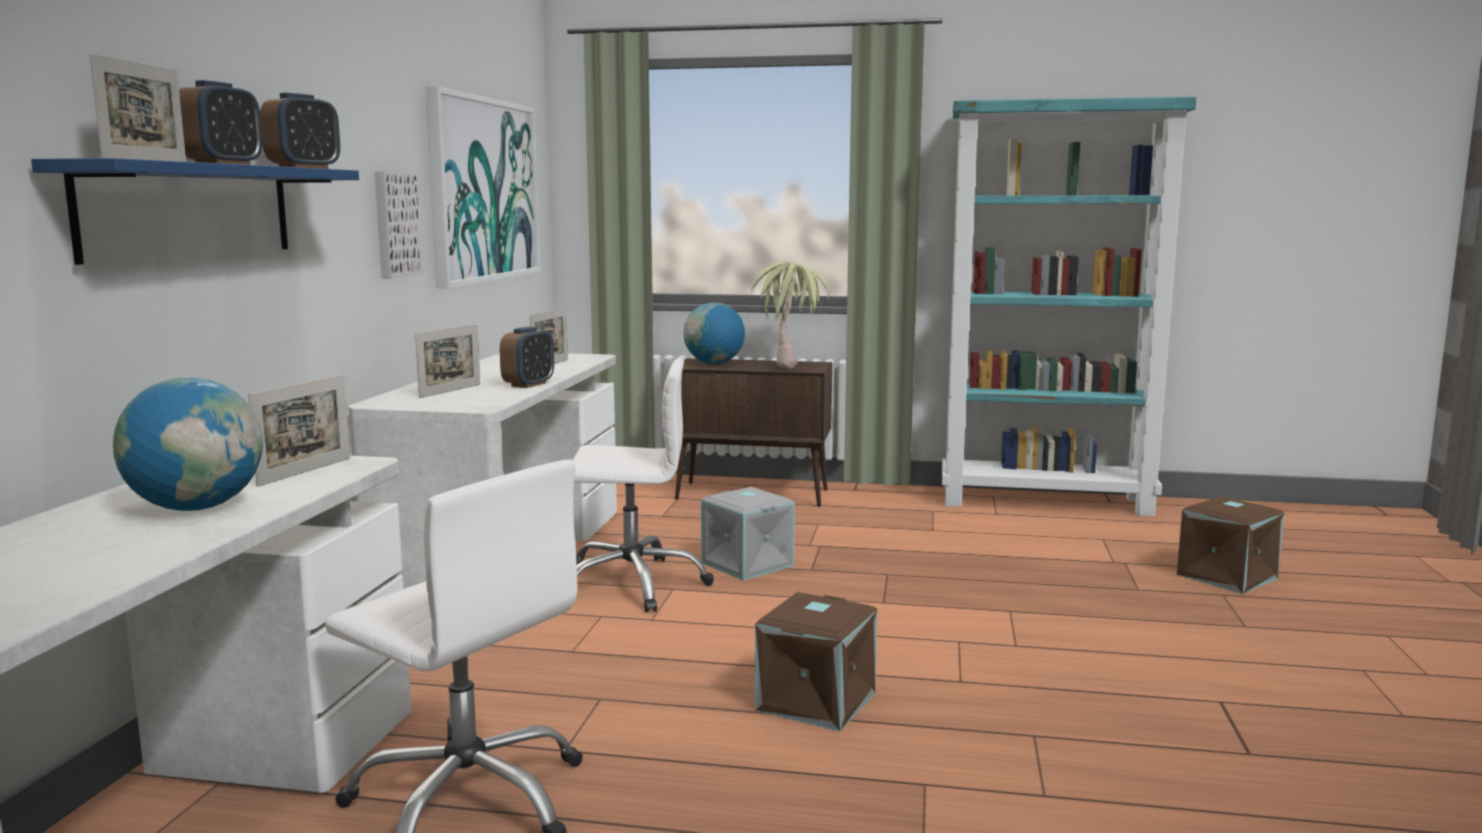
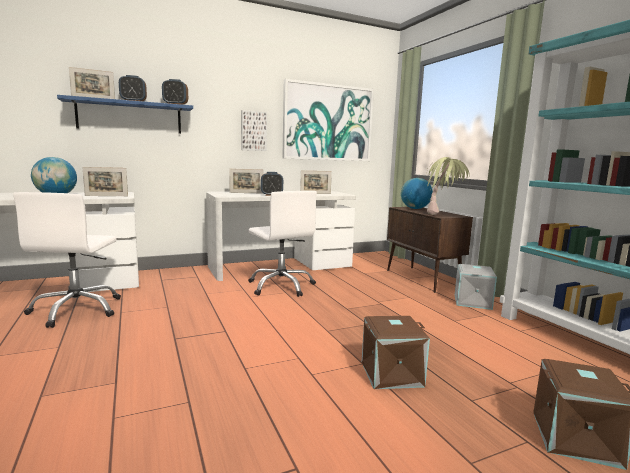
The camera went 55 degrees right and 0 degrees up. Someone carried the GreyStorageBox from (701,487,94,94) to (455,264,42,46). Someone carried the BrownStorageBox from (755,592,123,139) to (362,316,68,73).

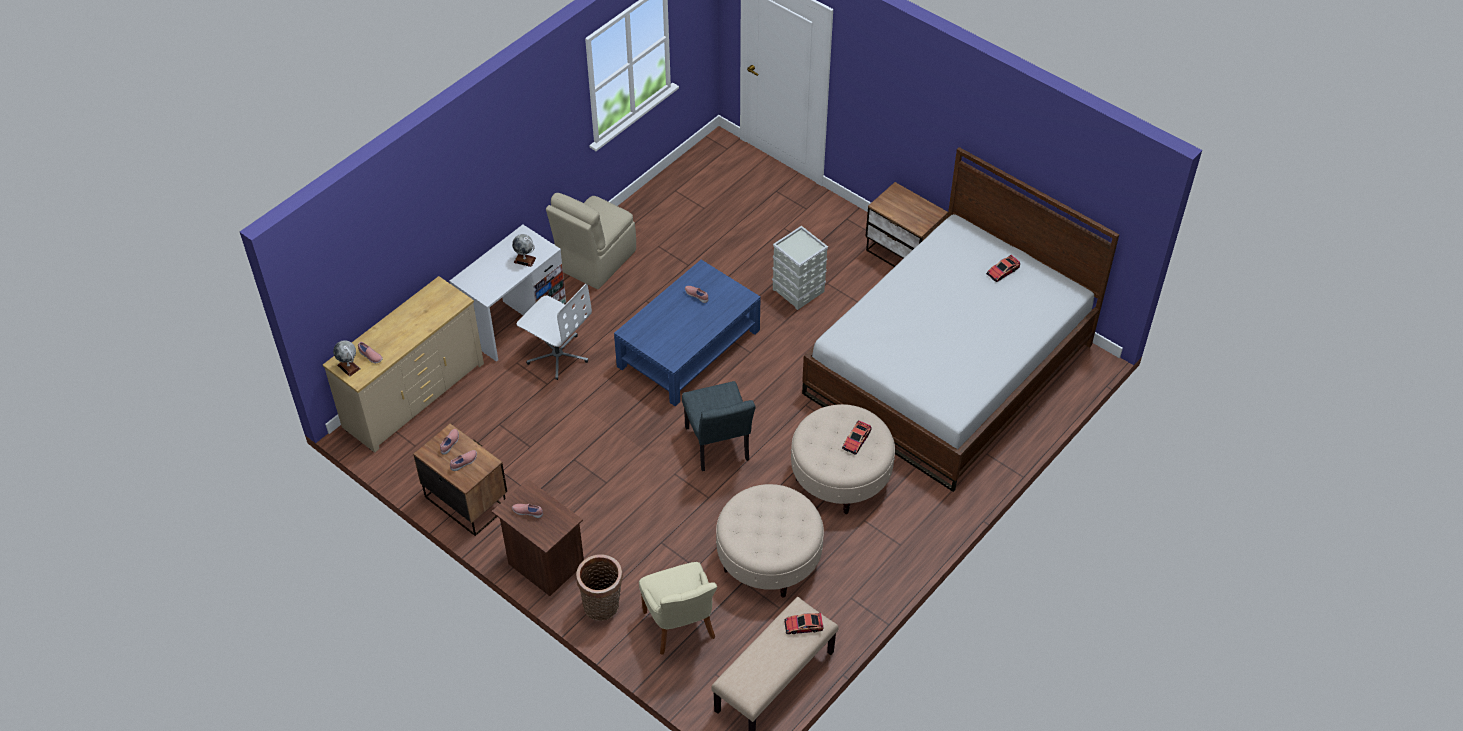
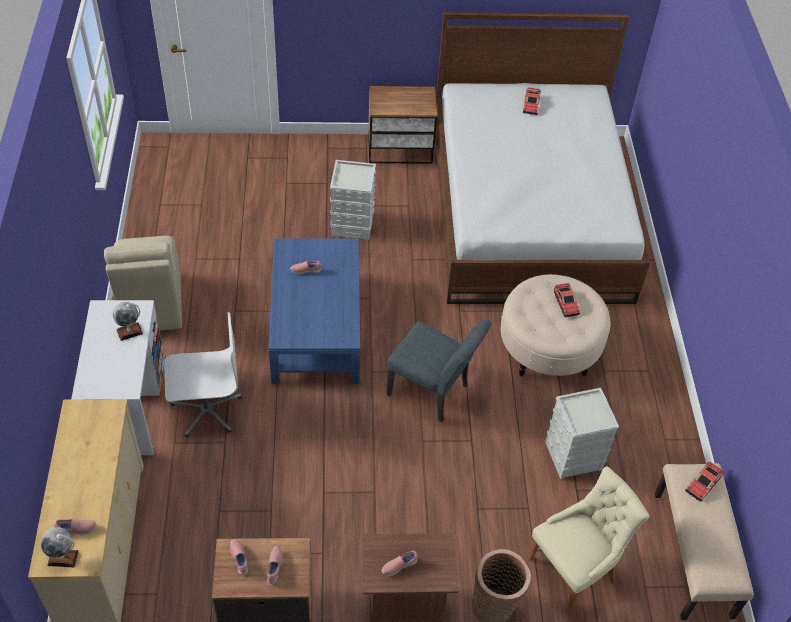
The camera went 45 degrees left and 0 degrees up. Someone swapped the BeigeOttoman at (716,484,108,114) for the GreyStorageBox at (545,388,74,91). Someone rotated the BeigeChair at (639,562,78,93) by 60 degrees counterclockwise.

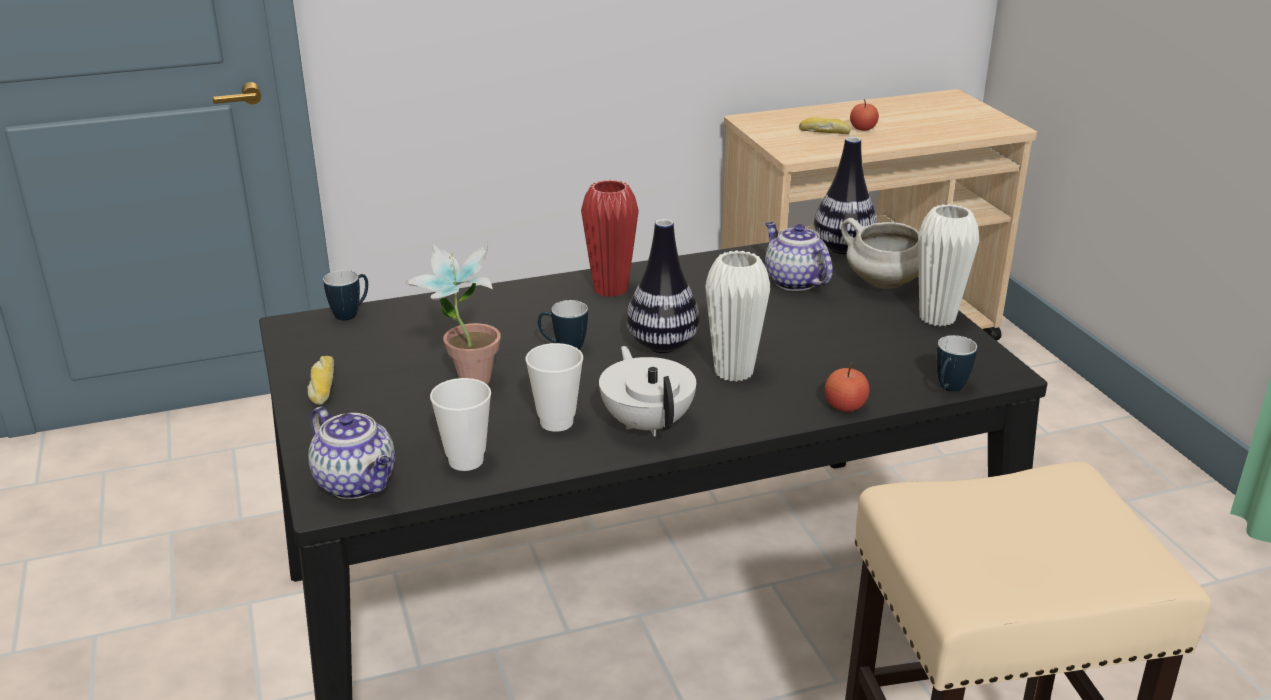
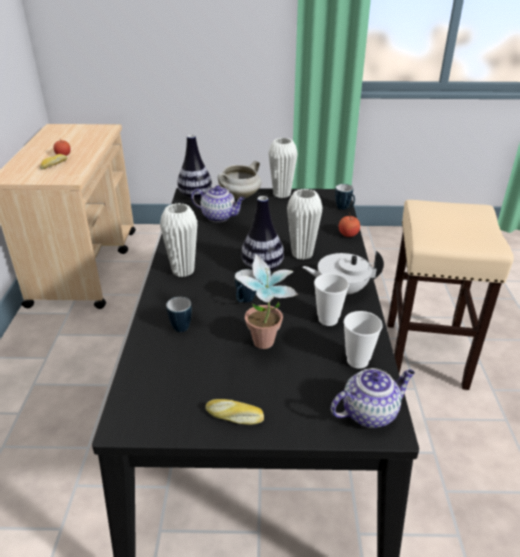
The camera went 70 degrees left and 5 degrees up. Someone carried the Mug from (323,270,45,50) to (166,297,26,35). Someone repainted the RedVase at (581,180,58,117), which became the WhiteVase at (160,203,37,74). Someone rotated the Teapot at (765,222,68,69) by 150 degrees counterclockwise.

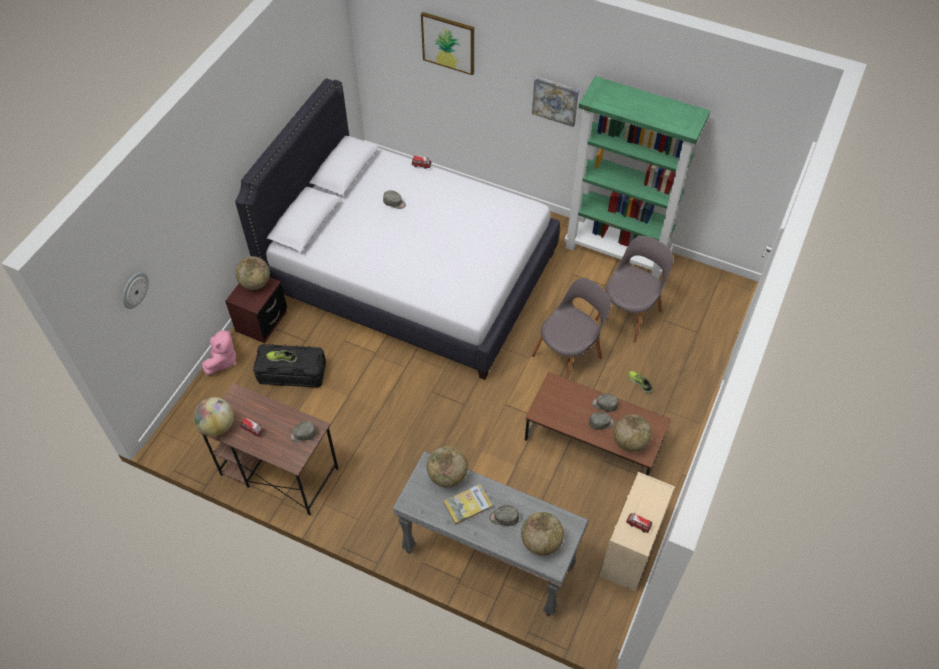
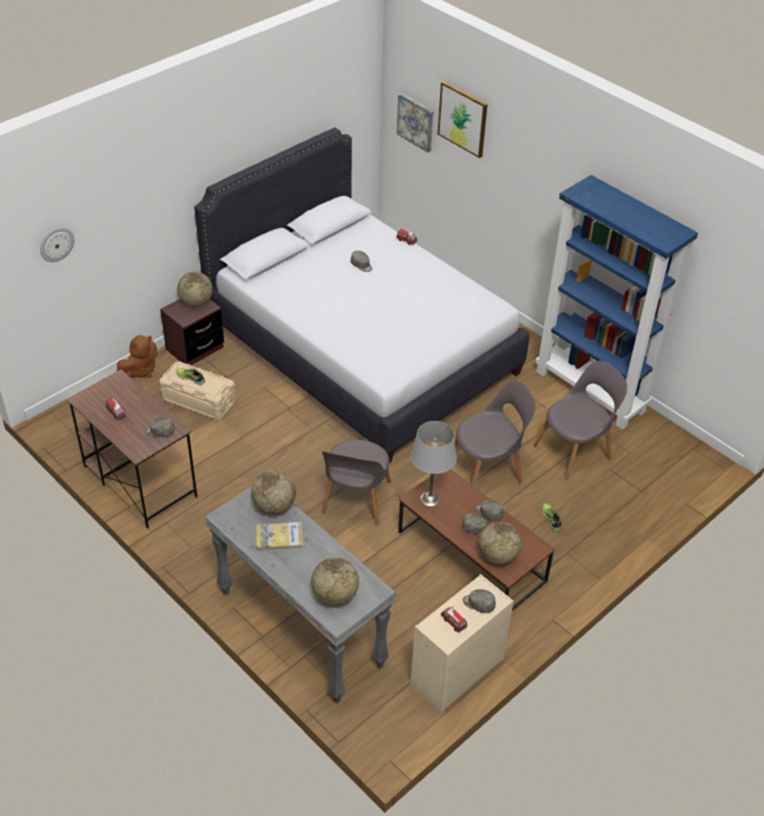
The camera went 20 degrees right and 10 degrees down. Someone took away the Globe at (194,397,40,39). Someone put down the GreyChair at (321,440,70,85). Someone put down the GreyTableLamp at (411,421,46,86). Someone carried the GreyCap from (489,505,30,21) to (463,589,33,24). Someone carried the Picture from (532,77,47,50) to (397,93,37,60). Someone repainted the PinkPlushToy at (202,330,35,45), which became the BrownPlushToy at (117,335,40,43). Someone repainted the BlackStorageBox at (253,344,73,44), which became the BeigeStorageBox at (159,361,77,59). Someone repainted the GreenBookcase at (564,76,146,203), which became the BlueBookcase at (535,175,163,255).

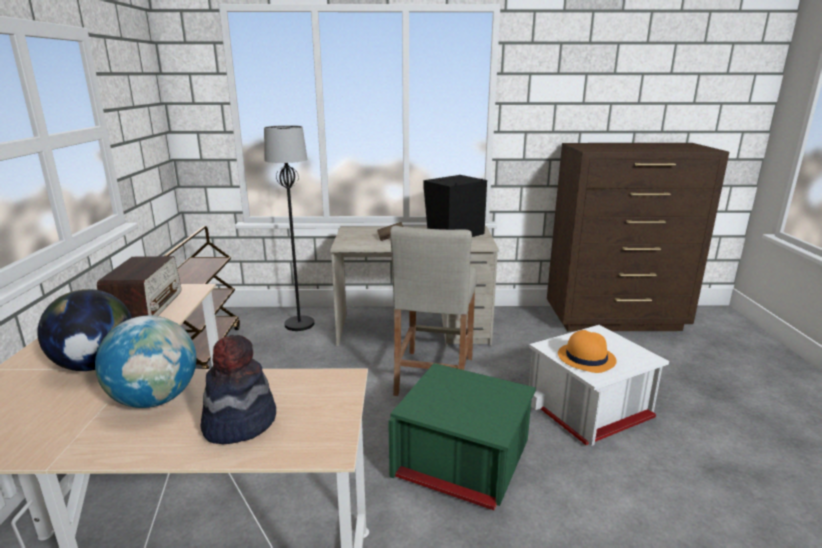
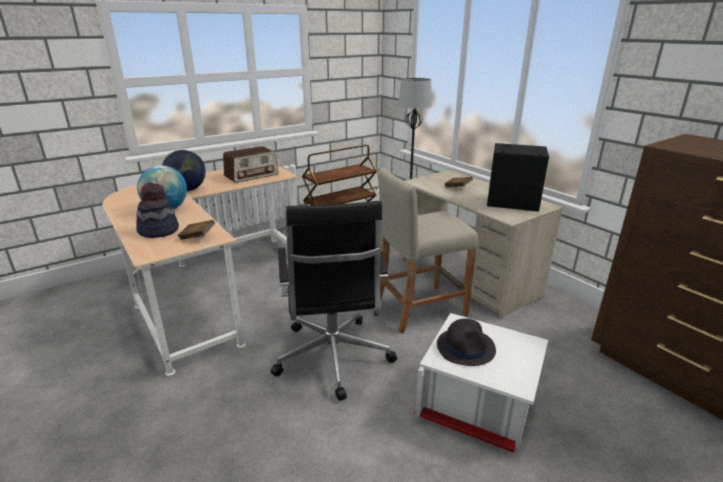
The camera went 55 degrees right and 5 degrees up. Someone put down the BrownBook at (177,220,38,20). Someone swapped the GreenStorageBox at (388,363,148,147) for the BlackOfficeChair at (271,201,126,200). Someone repainted the OrangeHat at (558,330,59,43), which became the BlackHat at (437,318,59,48).

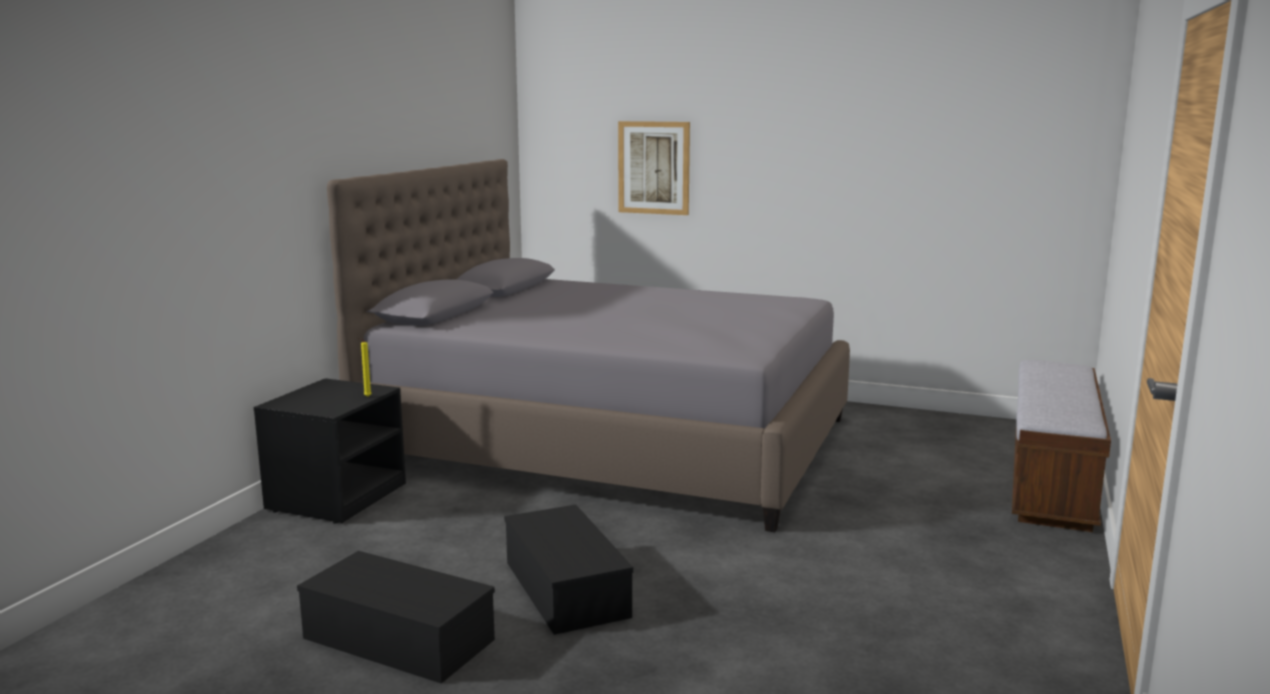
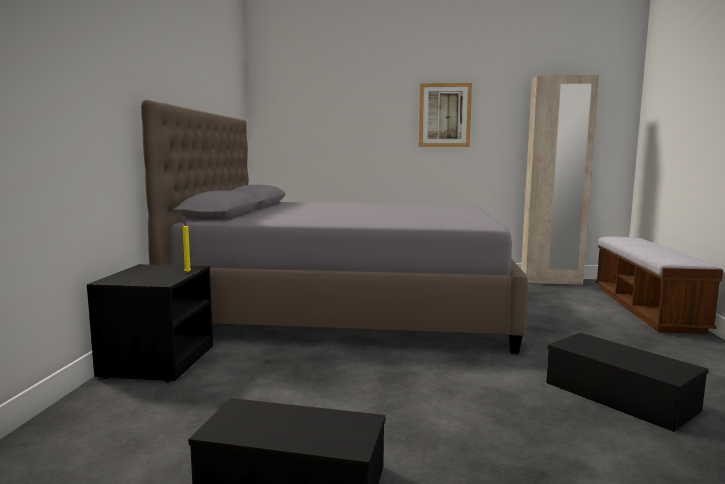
The camera went 15 degrees left and 5 degrees down. Someone put down the BeigeWardrobe at (521,75,78,210). Someone carried the BlackStorageBox from (504,505,129,130) to (546,333,163,99). Someone carried the Picture from (618,121,72,94) to (419,83,53,64).

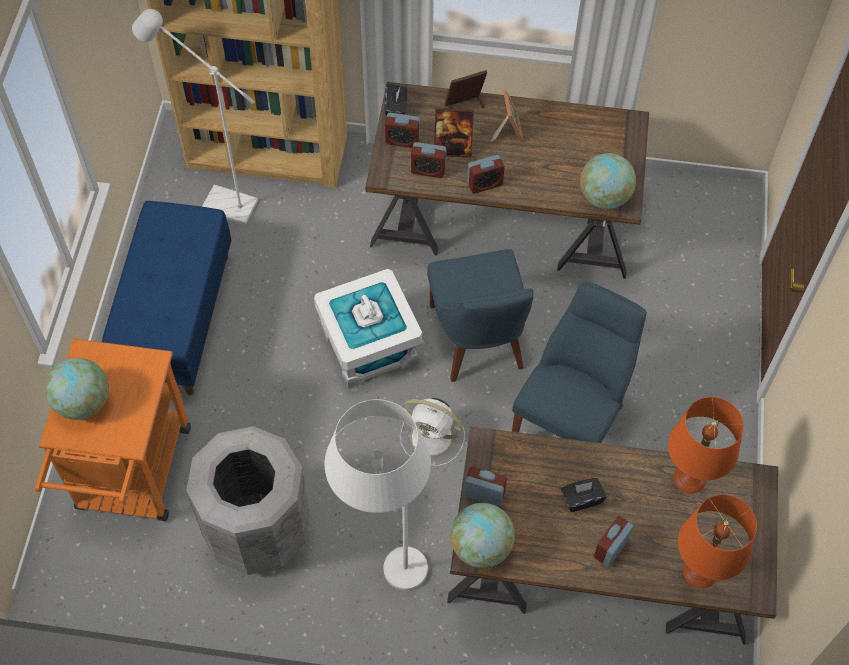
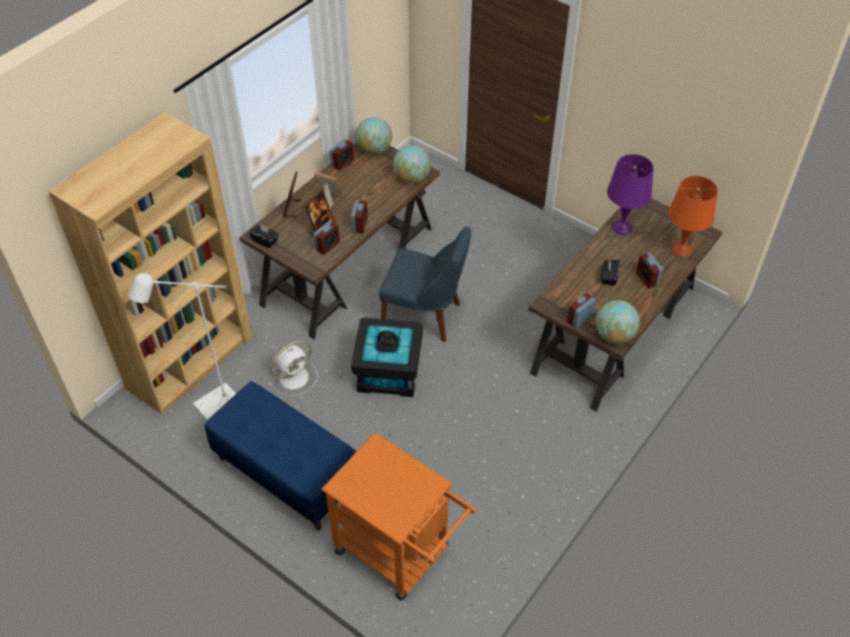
The camera went 60 degrees left and 10 degrees down. Someone took away the GreyTrashCan at (186,426,124,149). Someone took away the WhiteFloorLamp at (325,399,106,192). Someone took away the BlueChair at (512,281,135,162). Someone carried the Globe from (45,358,64,62) to (355,117,37,38). Someone carried the AlarmClock from (385,113,35,35) to (330,139,24,31). Someone carried the WhiteFan from (401,398,64,68) to (269,340,49,56). Someone repainted the WhiteStorageBox at (314,269,108,119), which became the BlackStorageBox at (351,318,72,79). Someone repainted the OrangeTableLamp at (668,397,76,97), which became the PurpleTableLamp at (607,154,47,81).

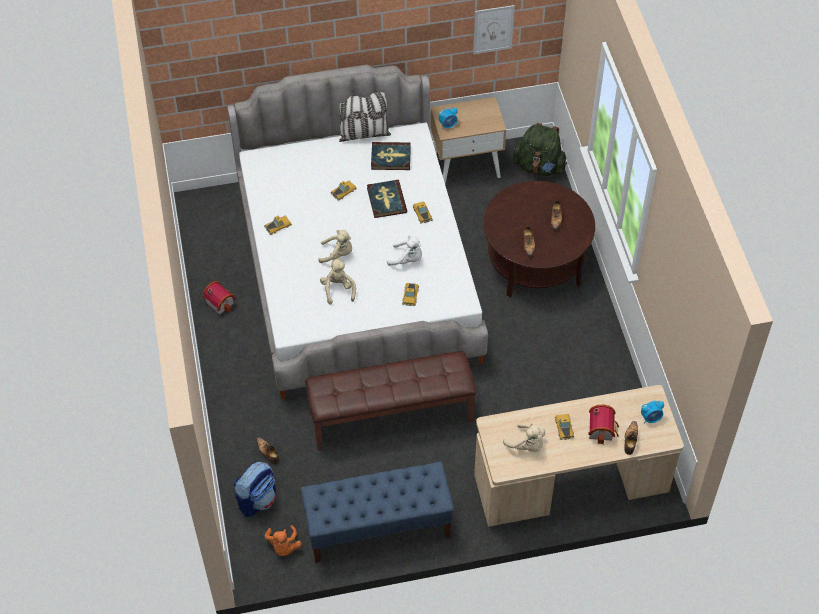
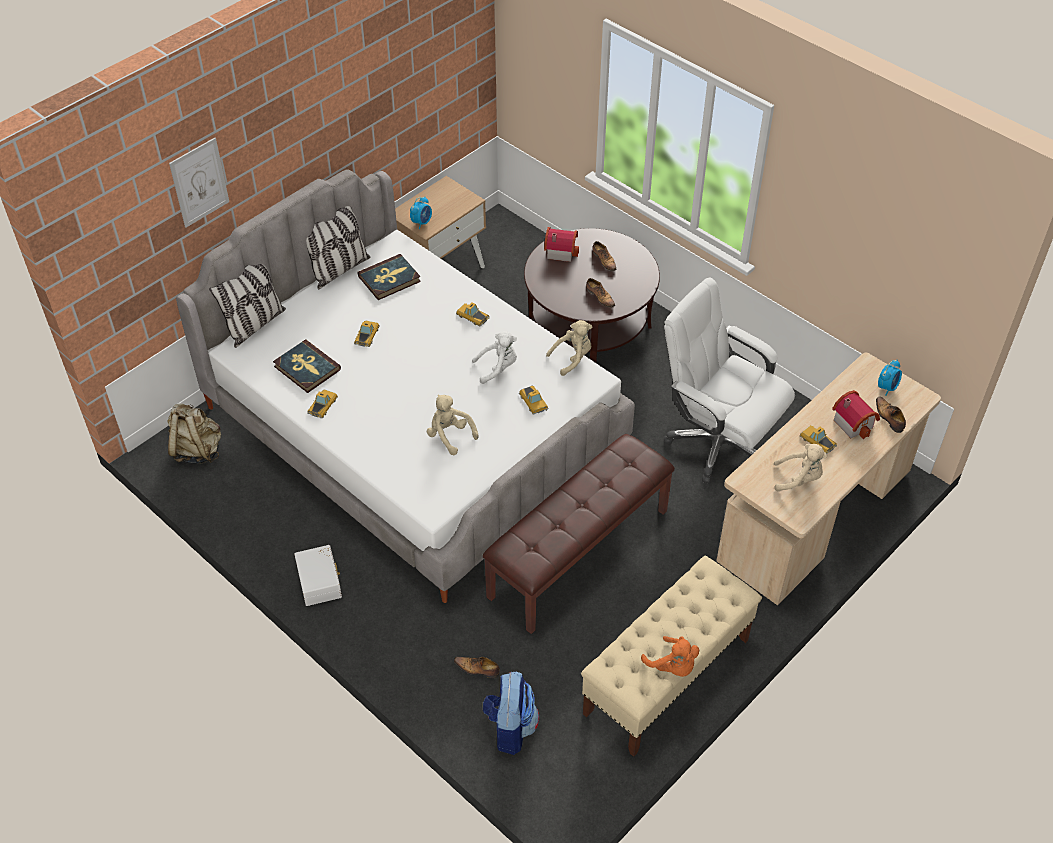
The camera went 35 degrees left and 5 degrees down. Someone took away the GreenBackpack at (513,123,54,53). Someone put down the BeigeBackpack at (167,404,54,60). Someone put down the Pillow at (209,264,77,84). Someone put down the WhiteStorageBox at (294,545,48,61). Someone put down the WhiteOfficeChair at (664,277,131,206). Someone carried the ToyHouse from (202,281,34,34) to (544,227,35,35). Someone carried the OrangePlushToy from (265,525,37,31) to (641,636,58,41). Someone carried the BeigePlushToy from (318,230,34,33) to (546,320,46,56). Someone carried the Book from (367,180,40,38) to (273,340,68,53). Someone carried the Picture from (473,5,42,49) to (169,138,60,89). Someone repainted the BlueBench at (301,462,153,101), which became the BeigeBench at (581,556,181,201).

